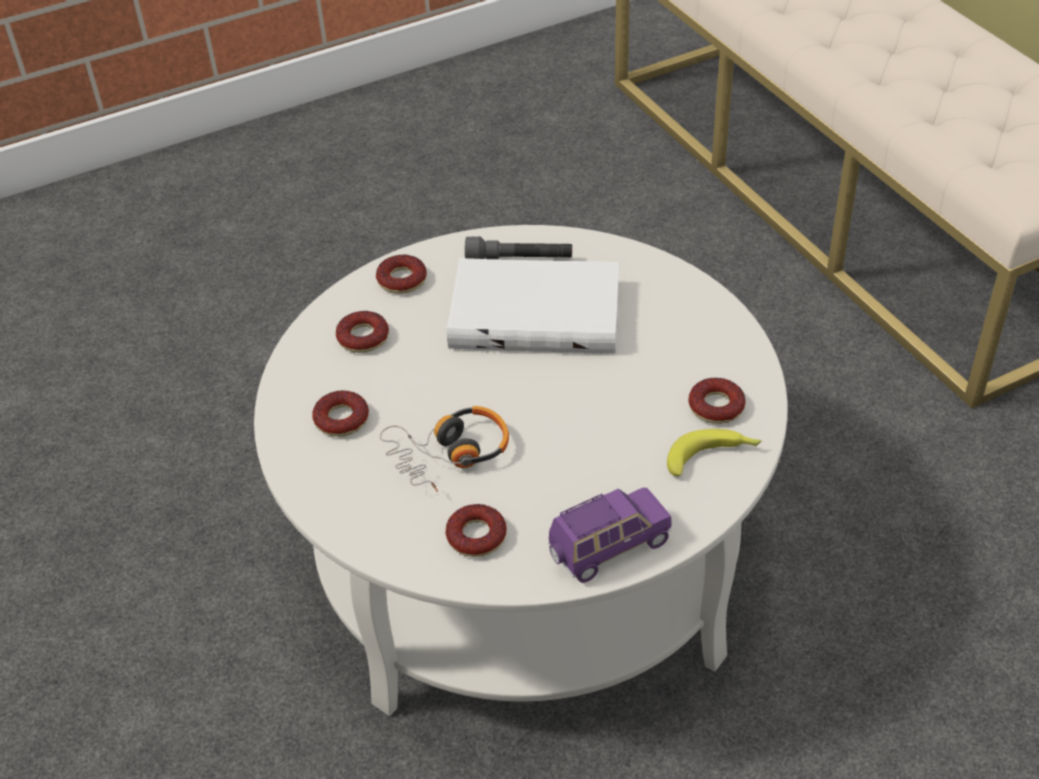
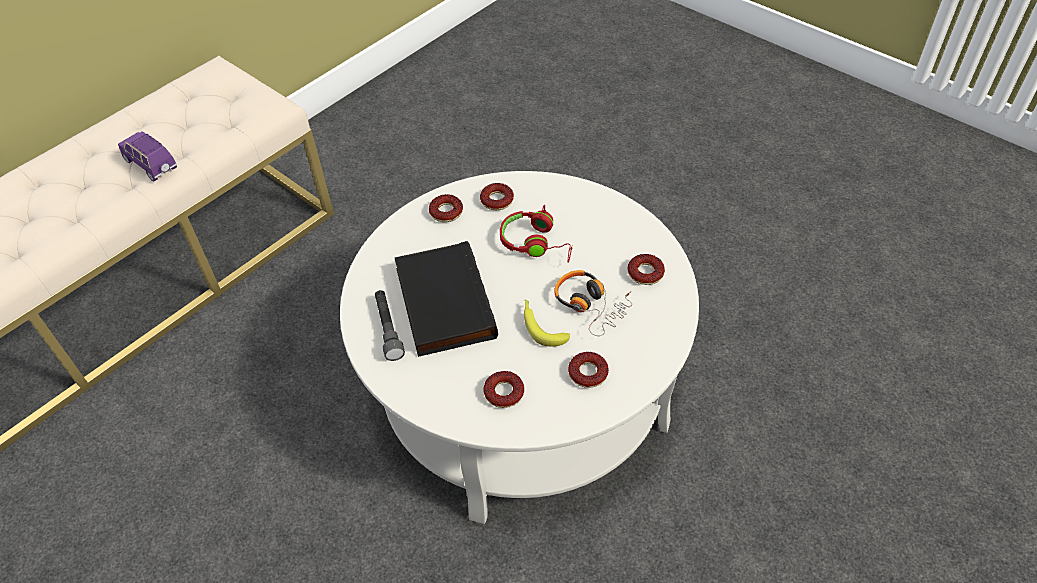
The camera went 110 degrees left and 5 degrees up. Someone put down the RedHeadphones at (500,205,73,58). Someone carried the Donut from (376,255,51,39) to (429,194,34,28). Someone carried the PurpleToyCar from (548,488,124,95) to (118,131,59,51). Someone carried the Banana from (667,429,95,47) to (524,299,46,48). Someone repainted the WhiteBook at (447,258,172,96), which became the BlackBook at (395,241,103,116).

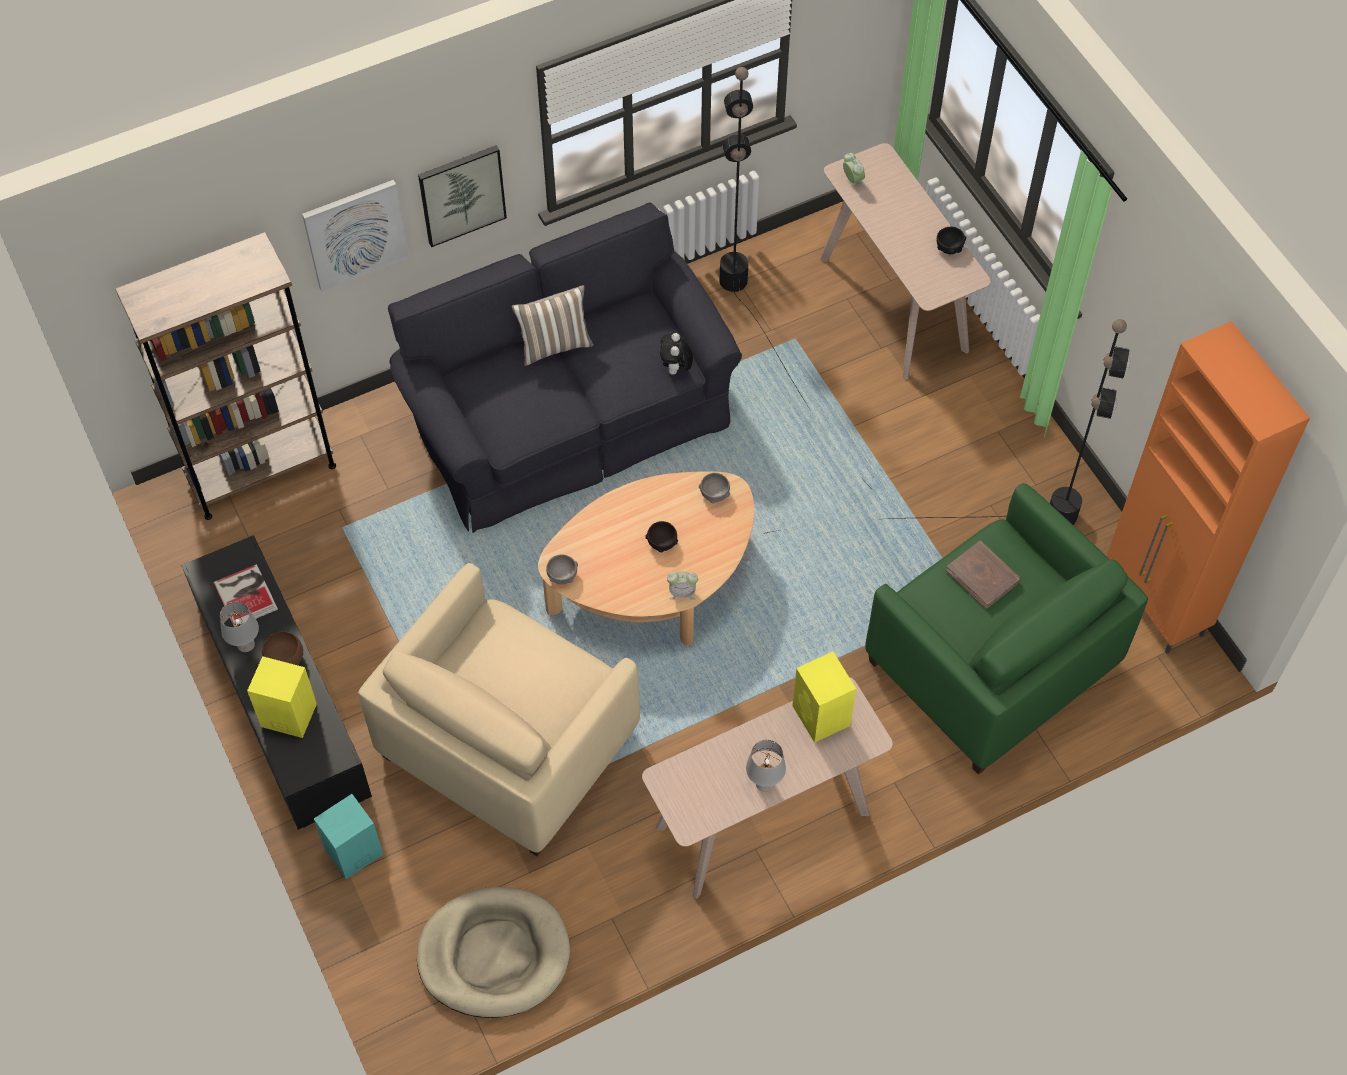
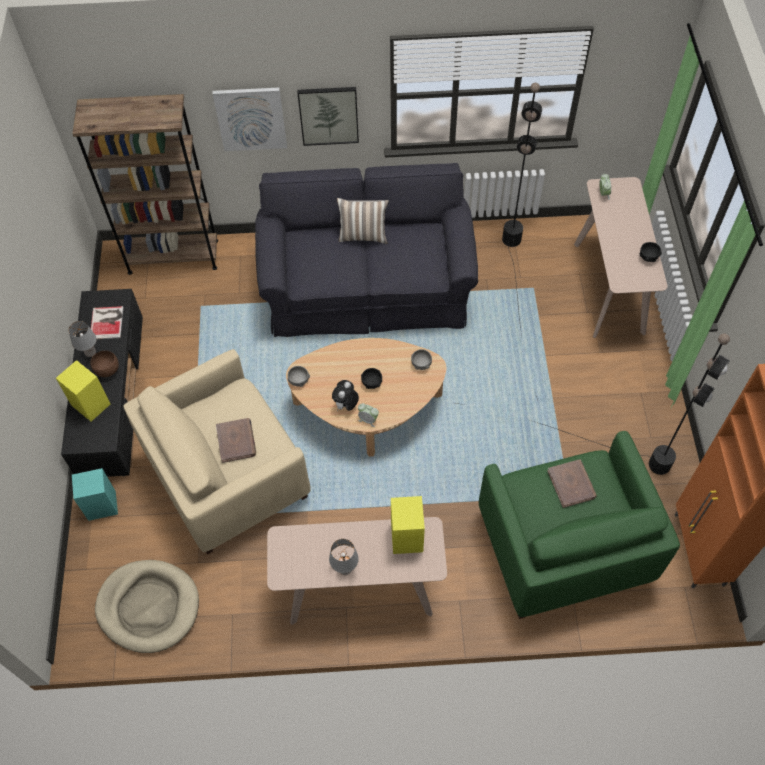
The camera went 25 degrees right and 0 degrees up. Someone put down the BrownBook at (216,418,40,45). Someone carried the PlushToy from (660,333,33,42) to (332,380,27,31).

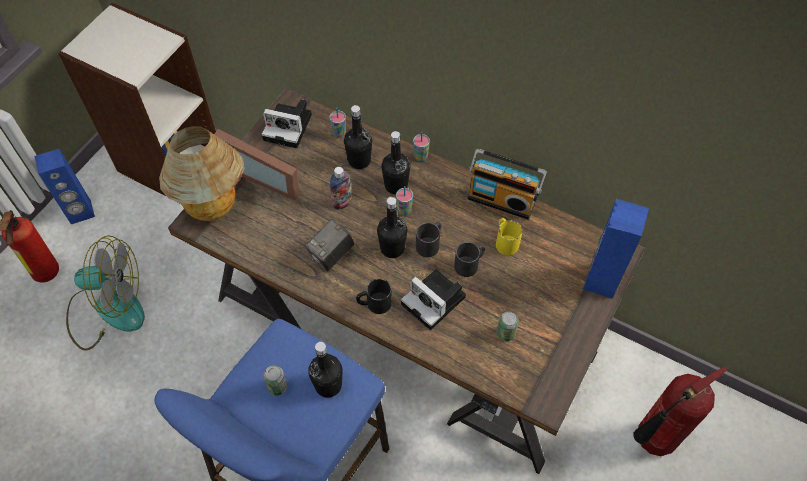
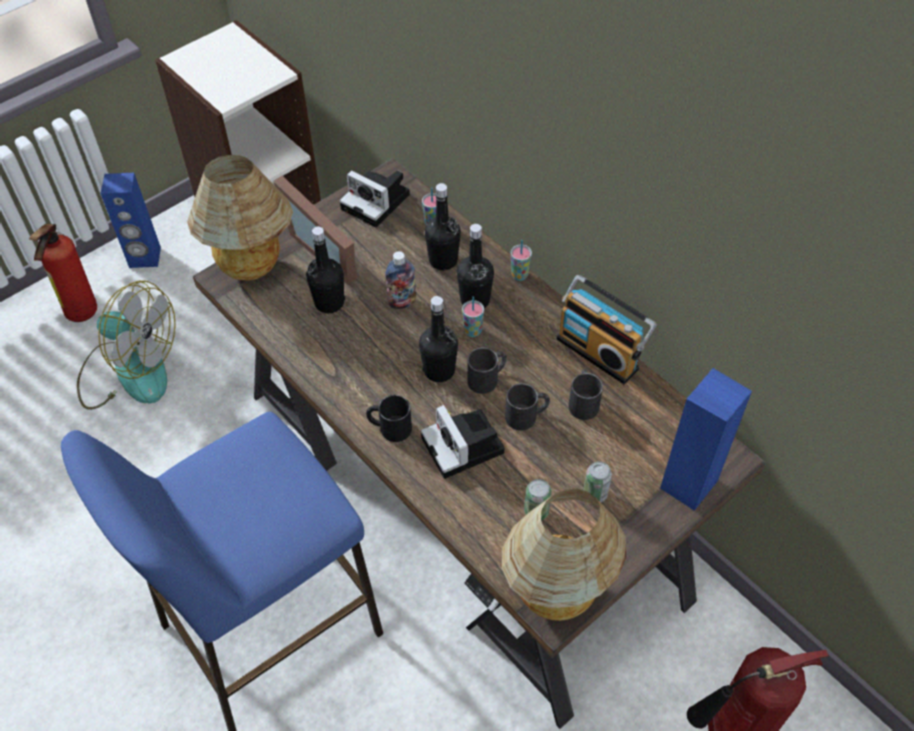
The camera went 20 degrees right and 5 degrees down. Someone took away the PhotoCamera at (306,219,48,52). Someone put down the TableLamp at (502,489,124,132). Someone carried the Can from (264,365,23,31) to (583,461,29,42). Someone carried the BlackBottle from (308,342,35,56) to (306,227,39,86). Someone repainted the YellowMug at (496,218,27,37), which became the BlackMug at (568,369,35,51).

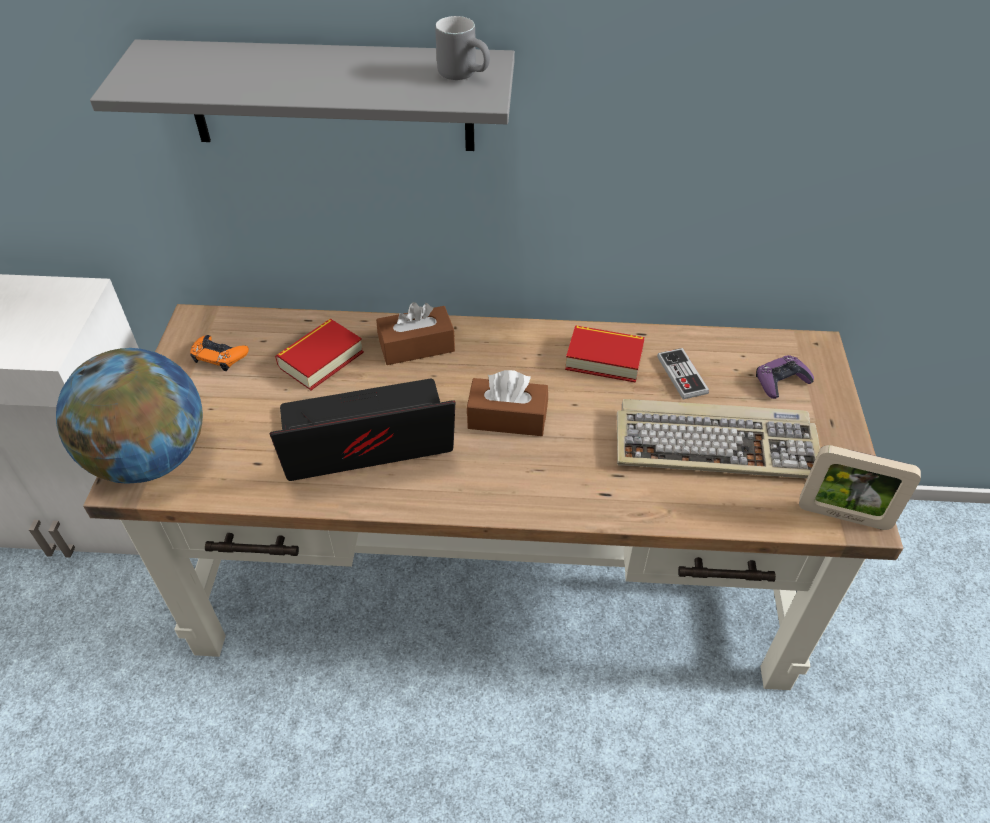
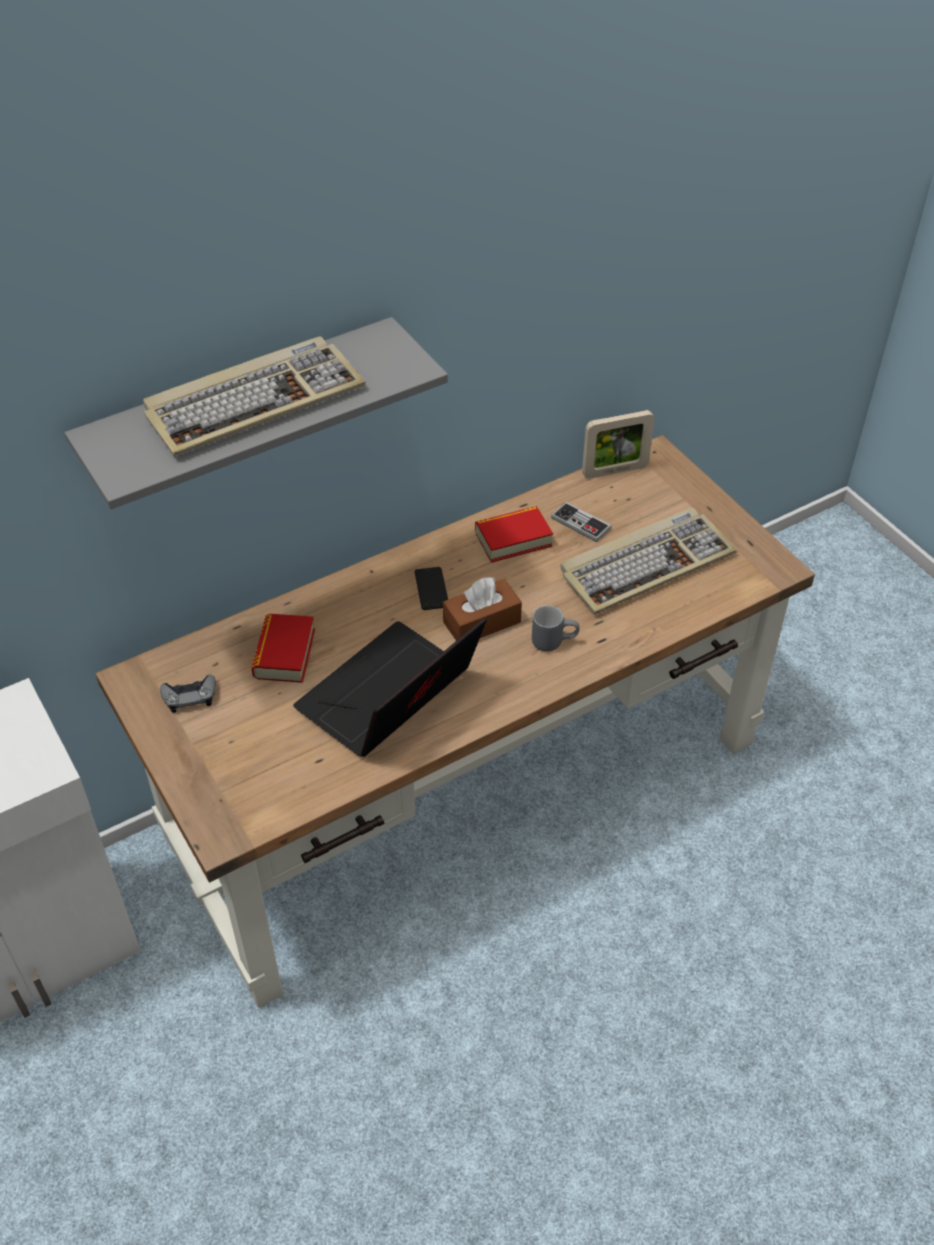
The camera went 35 degrees left and 0 degrees up. Someone took away the Globe at (56,348,147,136). Someone took away the BrownTissueBox at (376,302,79,63). Someone took away the PurpleGameController at (756,355,58,44). Someone put down the Keyboard at (143,336,223,121). Someone put down the Phone at (415,567,33,43). Someone carried the GreyMug from (435,16,55,64) to (532,605,48,46). Someone carried the PictureFrame from (799,445,122,85) to (582,410,72,69). Someone repainted the OrangeGameController at (190,335,59,36), which became the GreyGameController at (160,675,56,38).

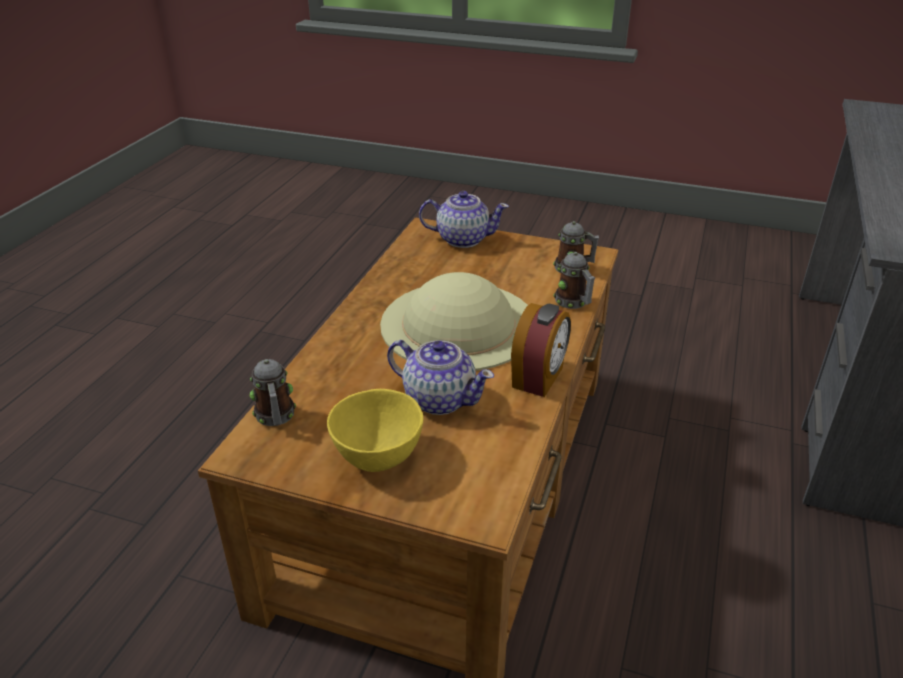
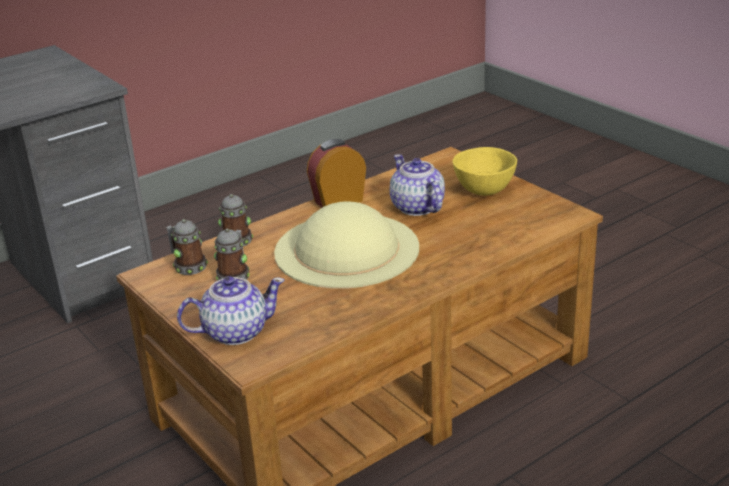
The camera went 145 degrees left and 5 degrees down. Someone carried the Mug from (250,359,46,67) to (214,229,36,51). Someone rotated the Teapot at (419,191,90,57) by 120 degrees clockwise.

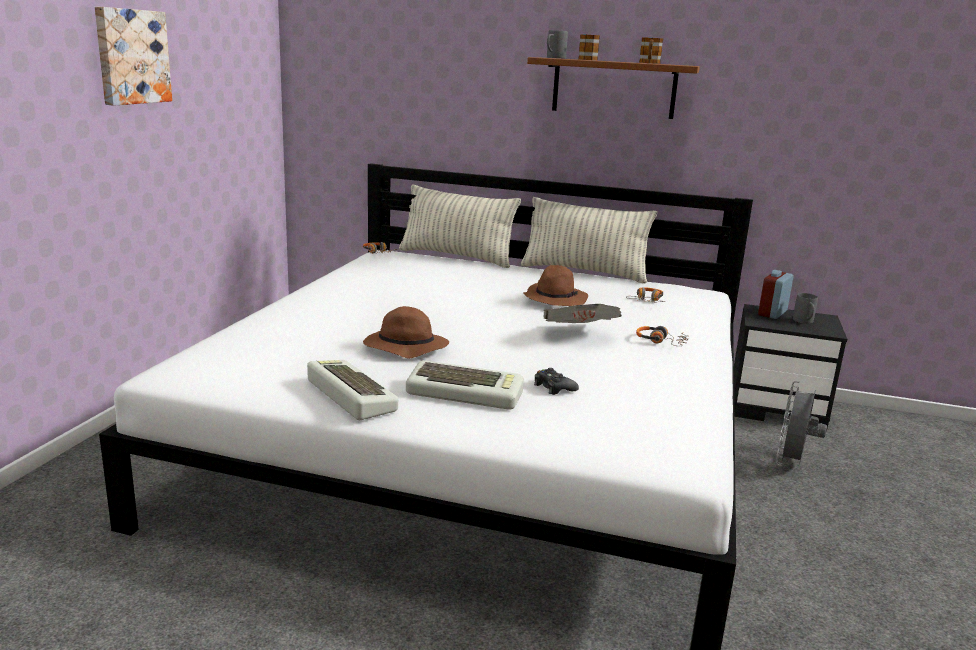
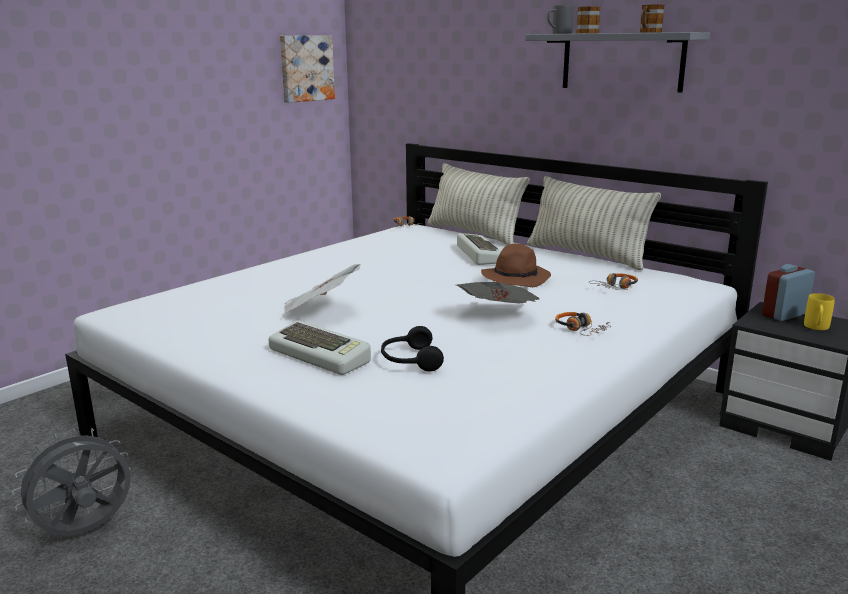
The camera went 25 degrees right and 0 degrees up. Someone carried the Picture from (95,6,77,100) to (280,35,55,68). Someone carried the Keyboard from (307,360,91,60) to (457,233,44,32). Someone carried the GreyFan from (776,381,51,85) to (12,428,119,108). Someone swapped the BrownHat at (363,306,86,53) for the Newspaper at (283,264,78,50). Someone swapped the BlackGameController at (534,368,45,27) for the BlackHeadphones at (381,326,63,46). Someone repainted the BrownShelf at (527,57,173,62), which became the GreyShelf at (525,32,185,60). Someone repainted the GreyMug at (793,293,25,31), which became the YellowMug at (804,293,31,37).

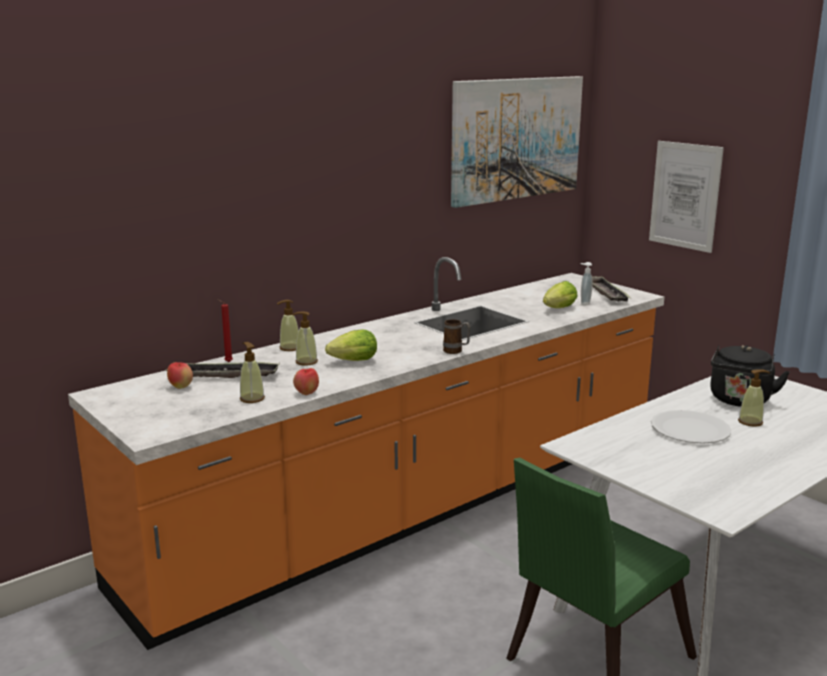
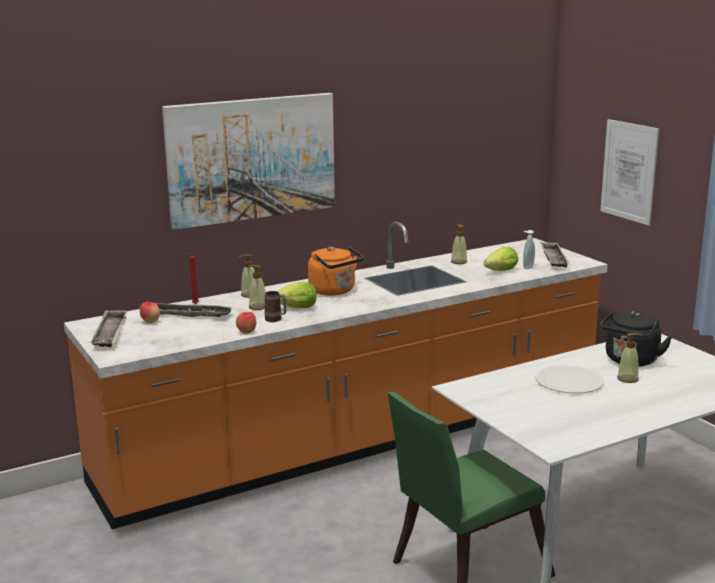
The camera went 10 degrees right and 0 degrees up. Someone put down the Tray at (91,310,36,37). Someone put down the OrangeKettle at (308,246,56,50). Someone carried the SoapDispenser from (240,342,25,61) to (451,224,16,40). Someone carried the Mug from (443,319,27,35) to (264,291,22,31). Someone carried the Picture from (451,76,132,132) to (162,93,173,137).

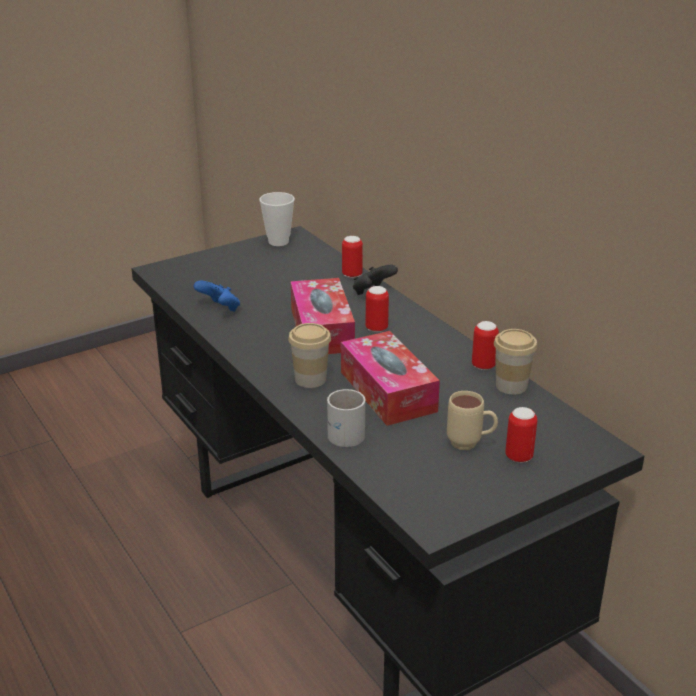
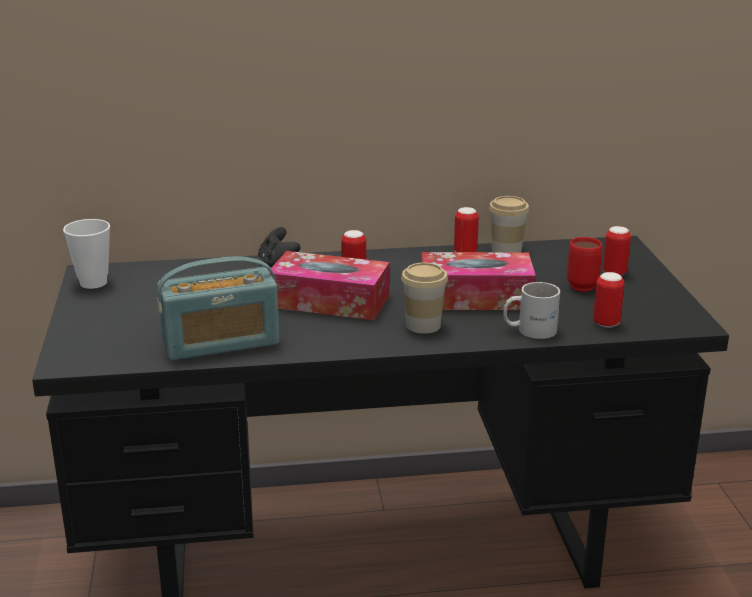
The camera went 65 degrees left and 5 degrees down. Someone carried the Can from (342,236,21,42) to (593,272,32,56). Someone swapped the BlueGameController at (194,281,46,31) for the Radio at (157,256,123,104). Someone repainted the BeigeMug at (447,391,51,59), which became the RedMug at (567,237,36,55).

